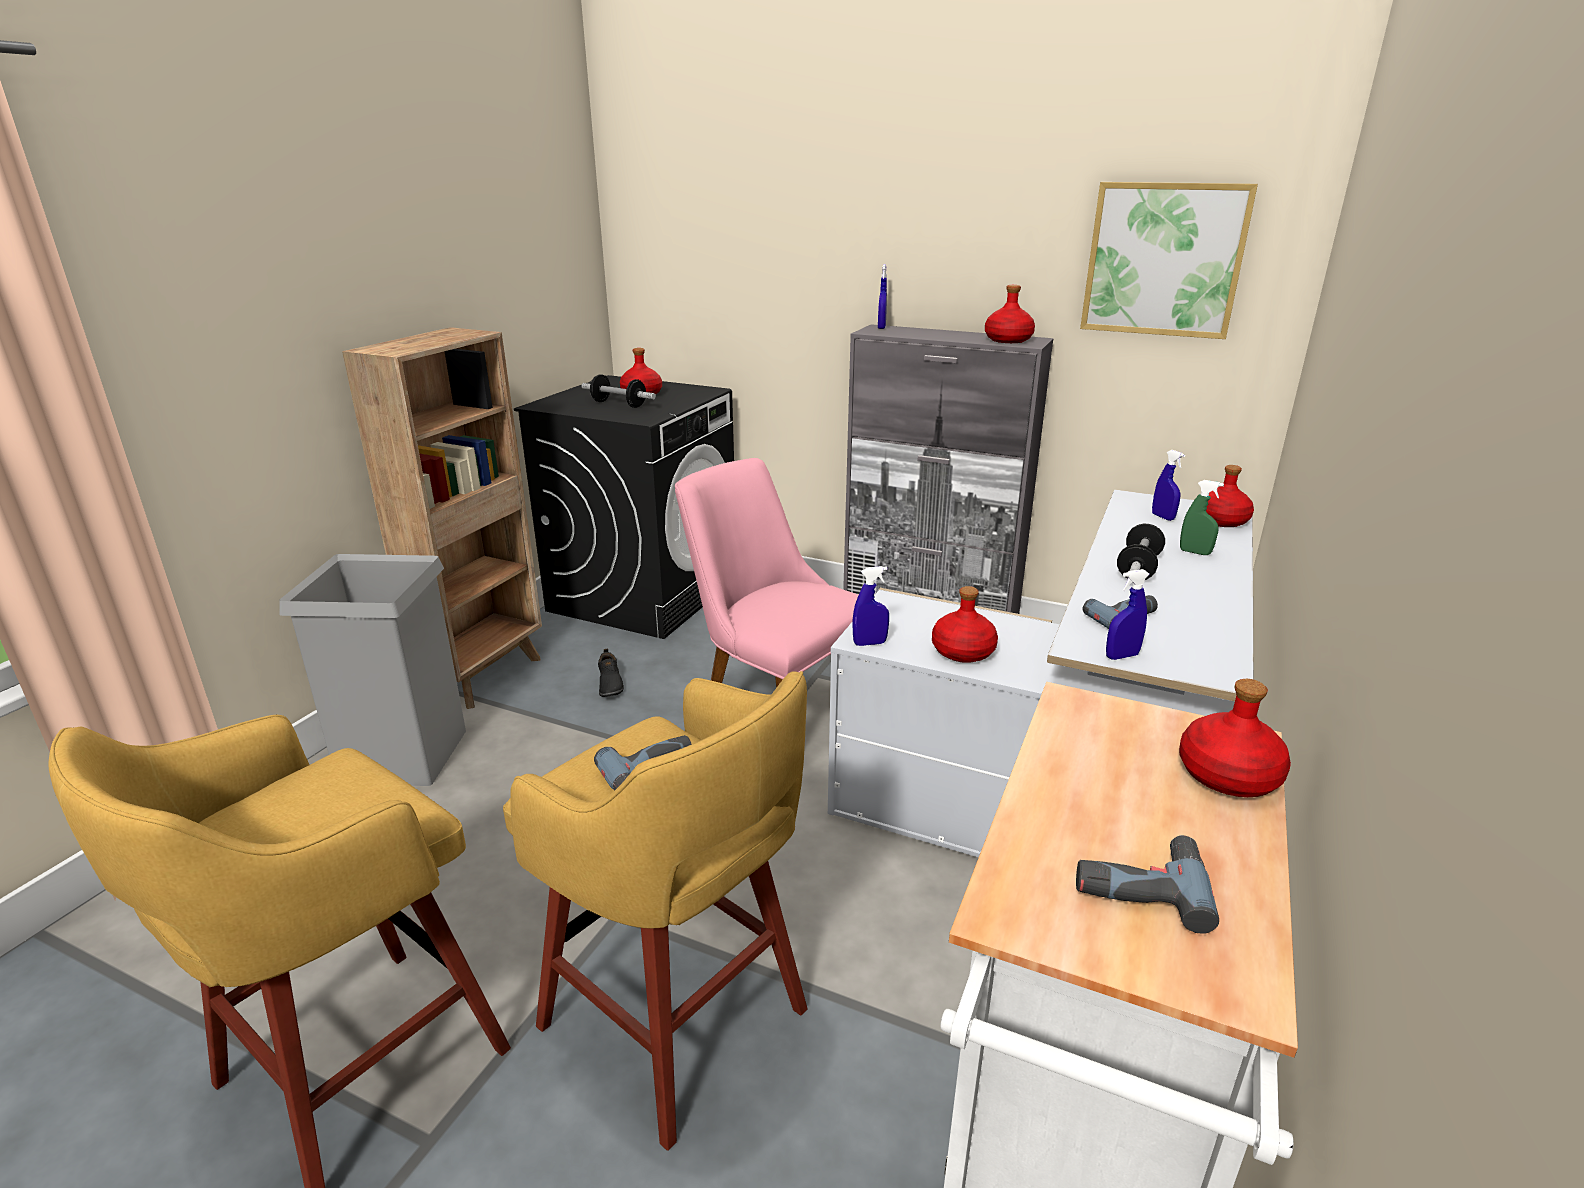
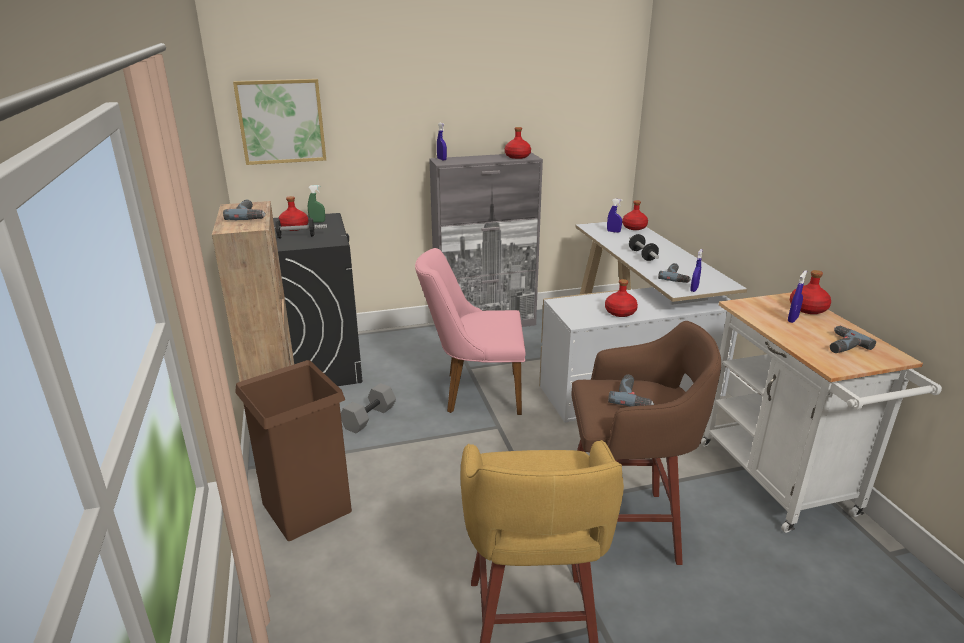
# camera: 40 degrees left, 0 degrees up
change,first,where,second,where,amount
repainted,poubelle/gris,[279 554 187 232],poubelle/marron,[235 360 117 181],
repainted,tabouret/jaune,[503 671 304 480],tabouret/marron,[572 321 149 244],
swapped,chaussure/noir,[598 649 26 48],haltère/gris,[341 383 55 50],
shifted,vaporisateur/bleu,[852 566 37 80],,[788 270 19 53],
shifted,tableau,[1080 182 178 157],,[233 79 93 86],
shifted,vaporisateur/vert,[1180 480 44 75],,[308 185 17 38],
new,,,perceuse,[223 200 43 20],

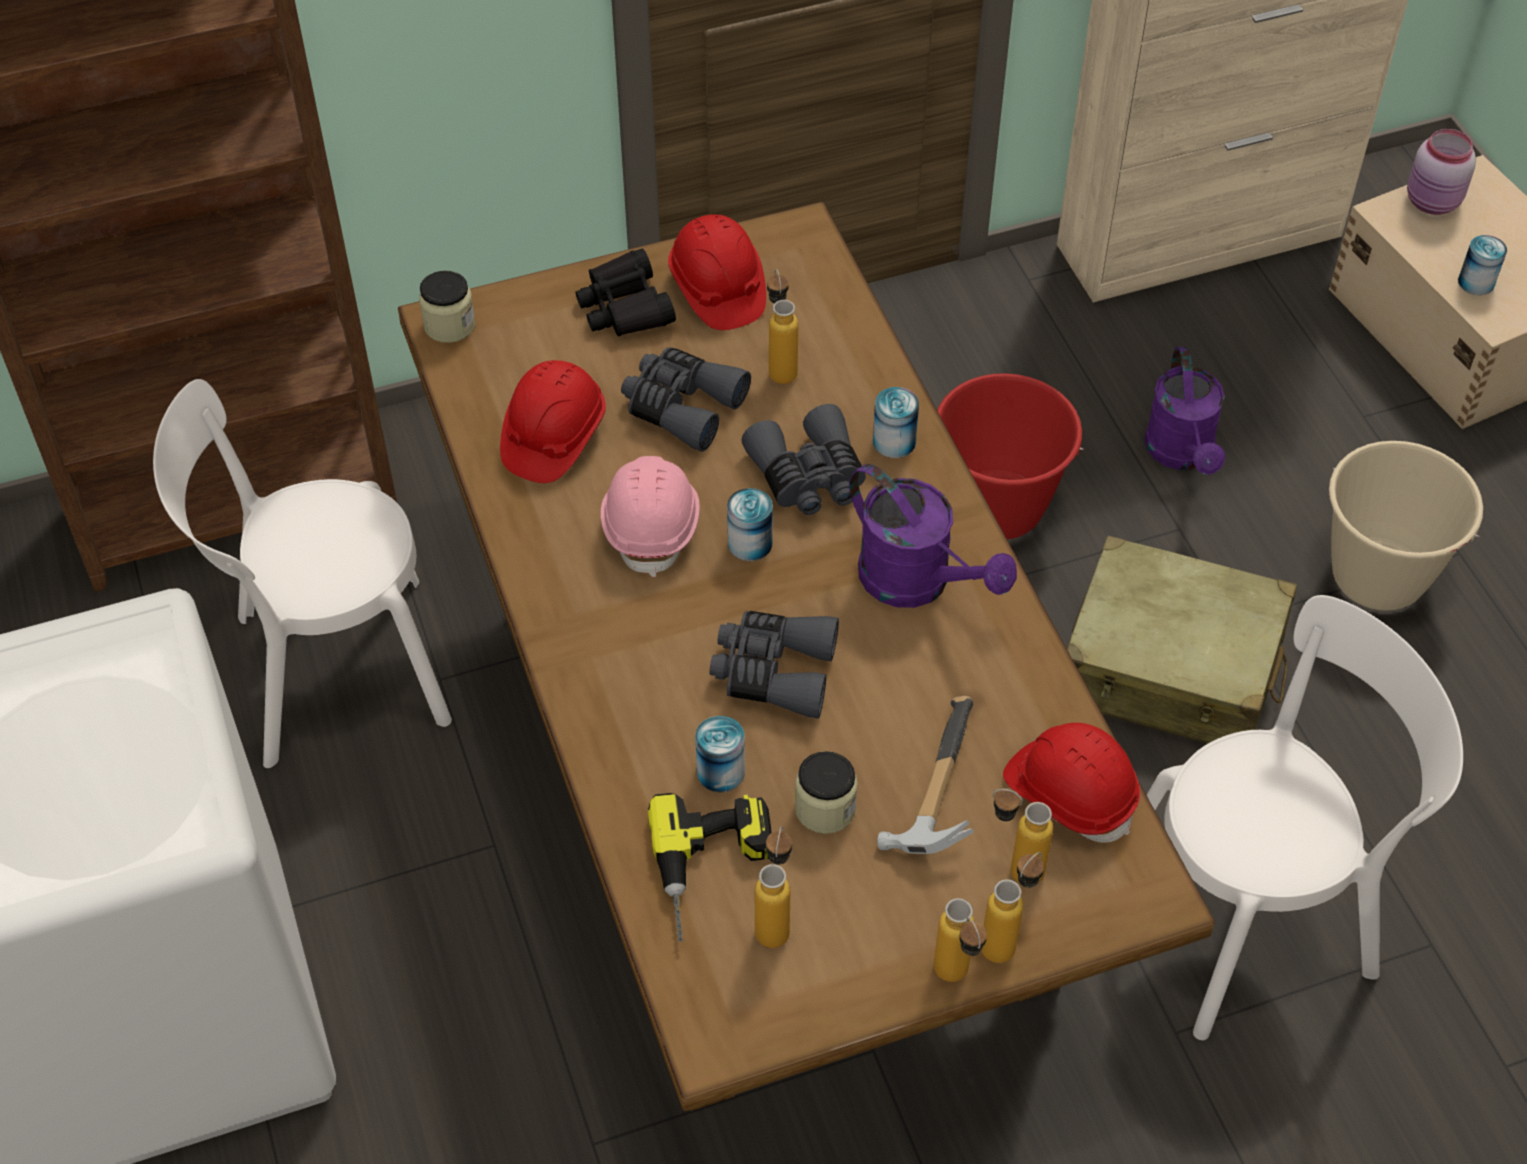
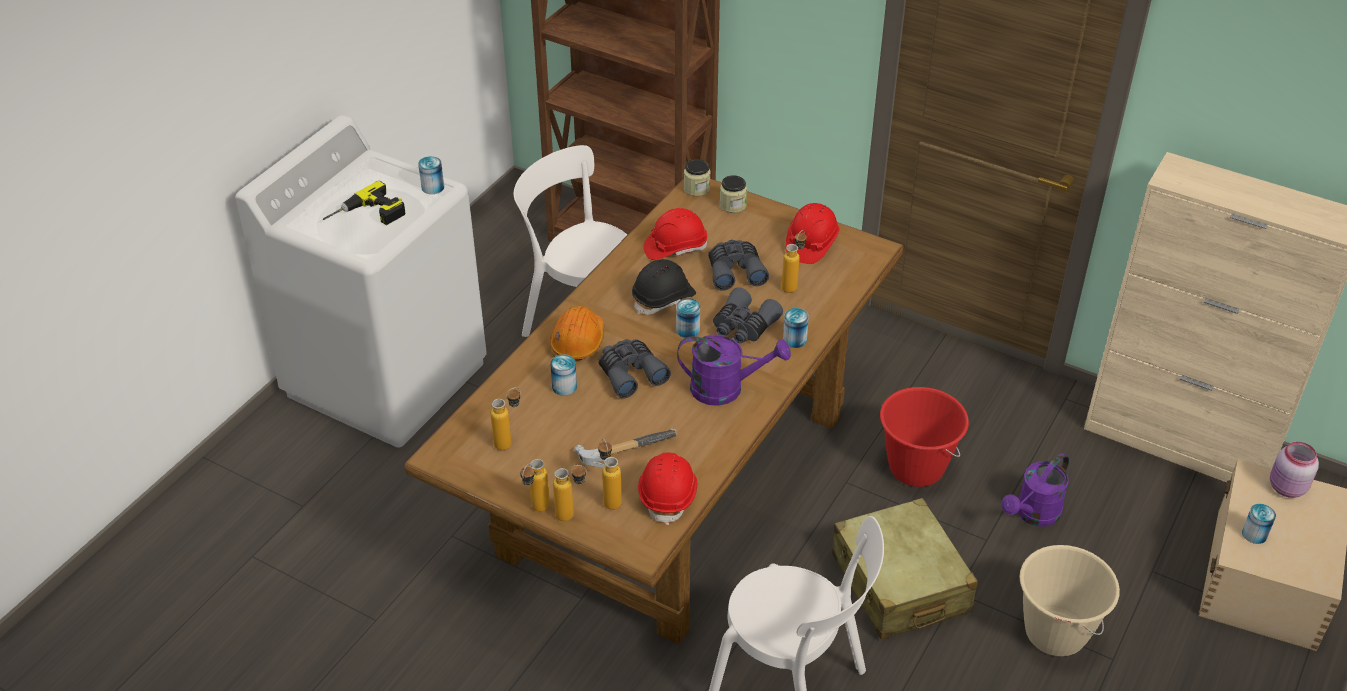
# camera: 50 degrees right, 10 degrees down
change,first,where,second,where,amount
gone,jumelles/noir,[575 249 101 88],,,
repainted,casque de chantier/rose,[601 456 99 121],casque de chantier/noir,[632 259 64 56],
shifted,perceuse,[648 793 124 149],,[323 181 83 44],
shifted,bocal,[795 751 63 83],,[720 175 27 38],
rotated,arrosoir/violet,[849 464 168 144],,[677 334 114 72],90 degrees counterclockwise
new,,,boîte métallique,[418 156 26 38],
new,,,casque de chantier/orange,[550 306 54 54],

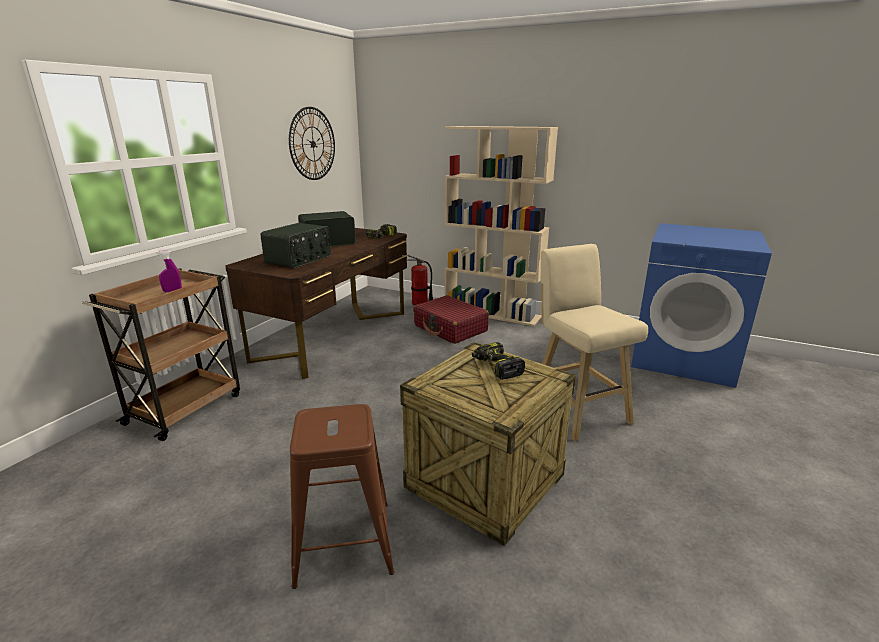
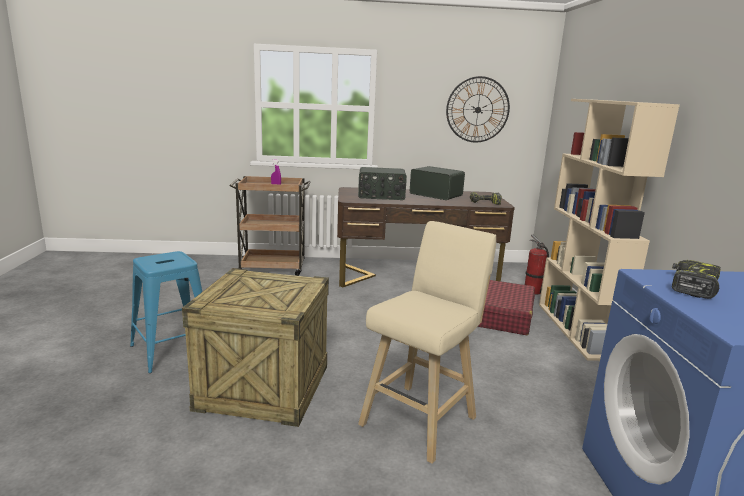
# camera: 60 degrees right, 5 degrees down
change,first,where,second,where,amount
repainted,tabouret/marron,[290 404 104 185],tabouret/bleu,[130 251 72 122],
shifted,perceuse,[472 342 53 38],,[672 260 48 39],

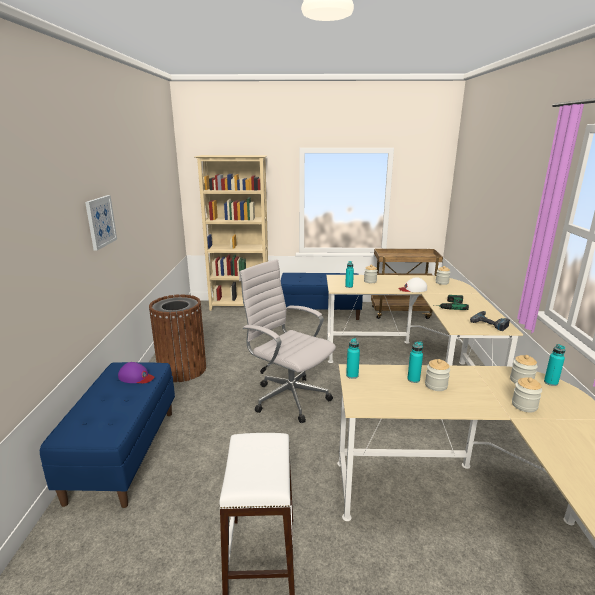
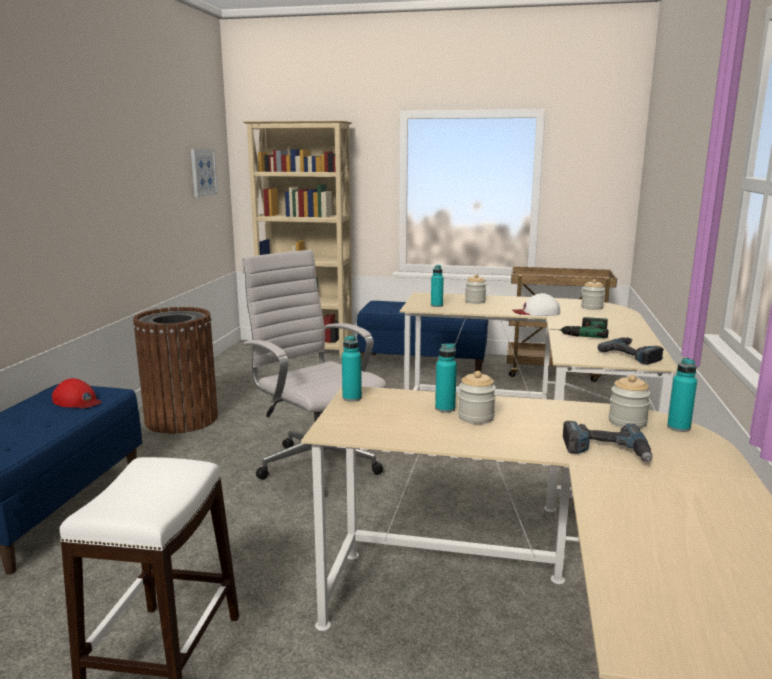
# camera: 10 degrees right, 5 degrees down
change,first,where,second,where,amount
shifted,tableau,[85 195 32 56],,[191 149 27 48],
repainted,casquette/violet,[118 362 37 21],casquette/rouge,[52 378 50 30],
swapped,bocal,[512 377 30 35],perceuse,[563 421 90 41],

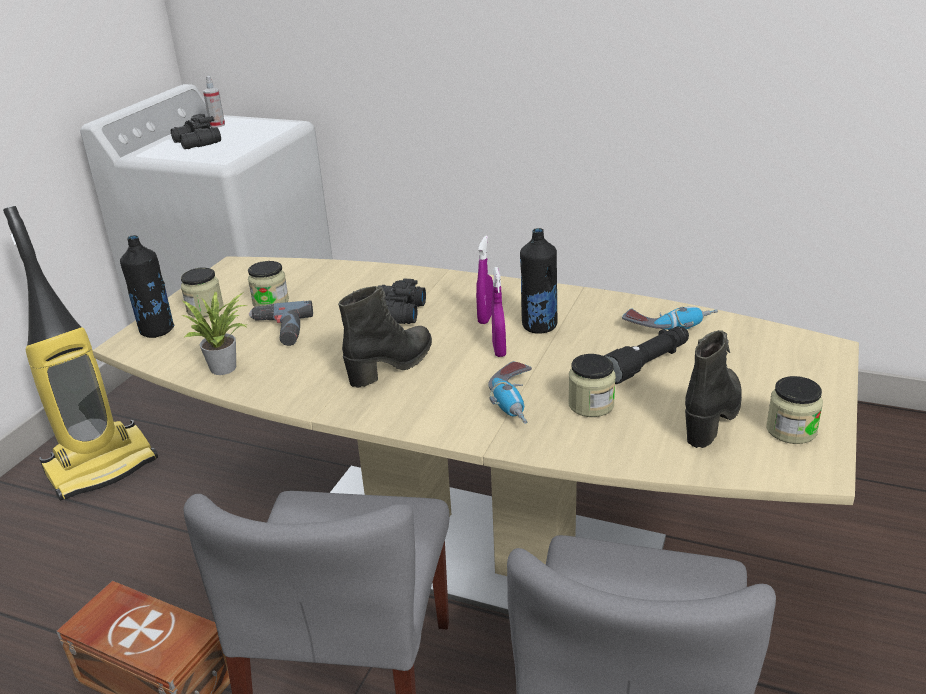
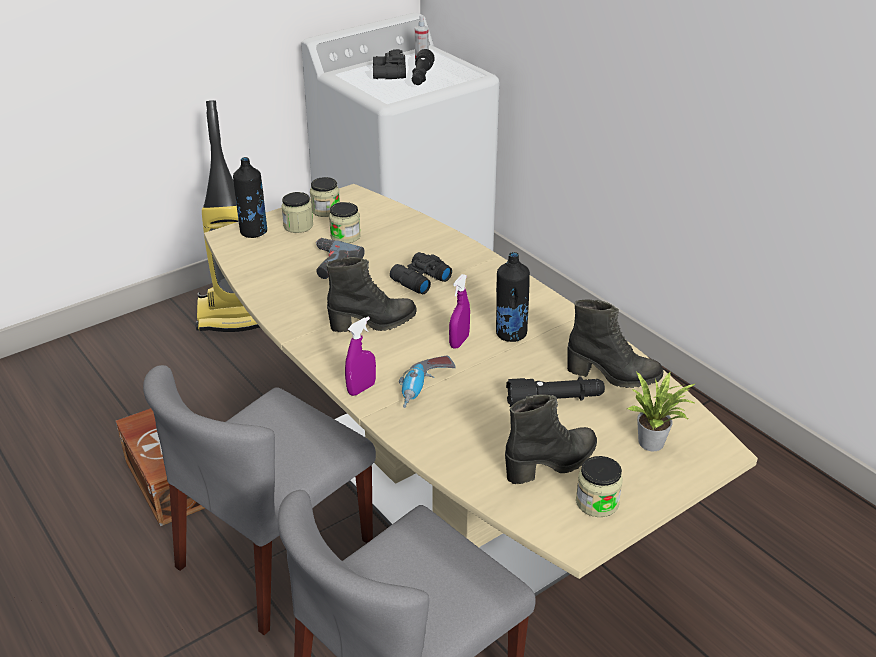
# camera: 30 degrees right, 5 degrees up
change,first,where,second,where,amount
shifted,plante en pot,[182 292 65 83],,[627 371 69 80],
shifted,vaporisateur/violet,[476 235 17 89],,[345 316 31 80],
shifted,bocal,[568 354 48 63],,[310 177 30 40],
swapped,perceuse,[622 307 96 23],botte/noir,[567 299 96 89],
new,,,lampe de poche/noir,[412 49 23 36],

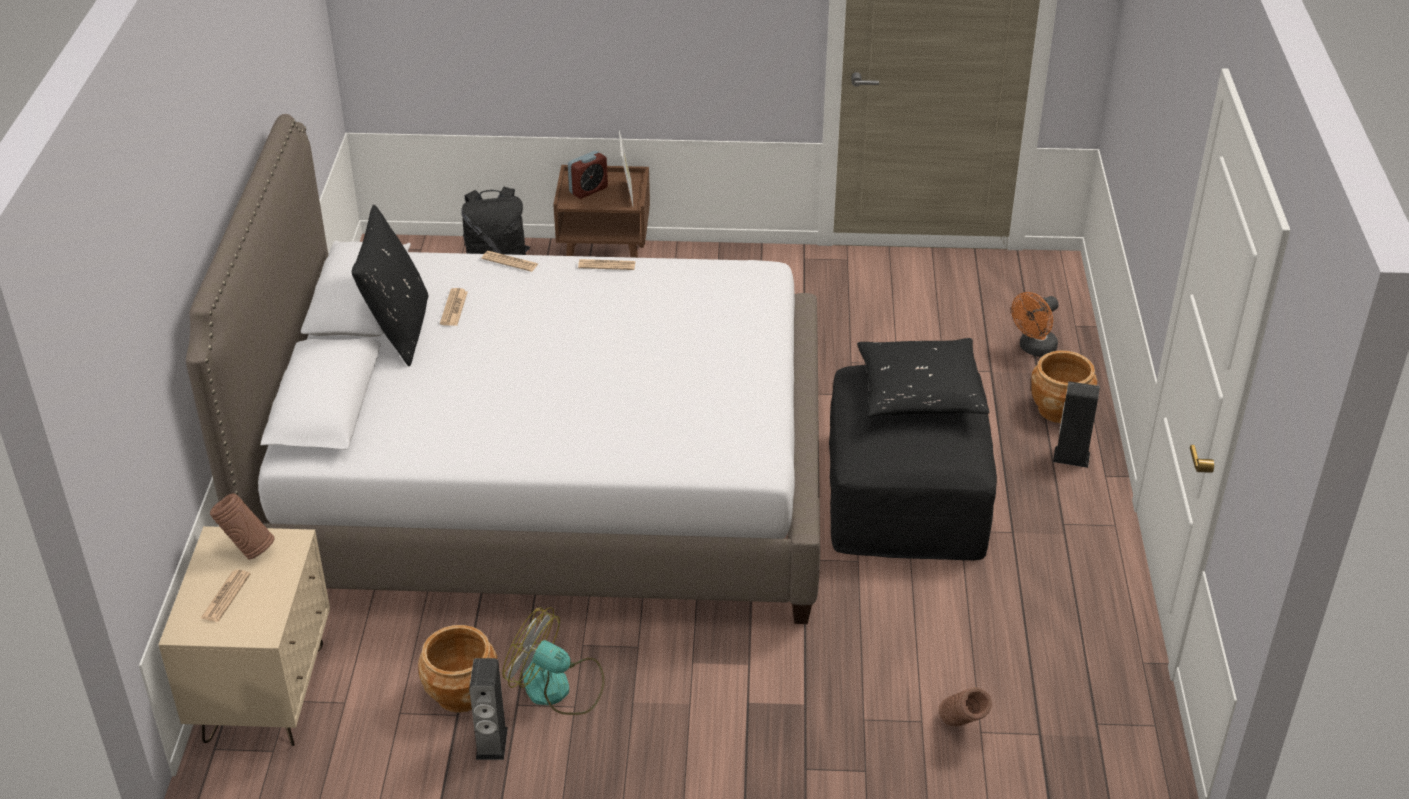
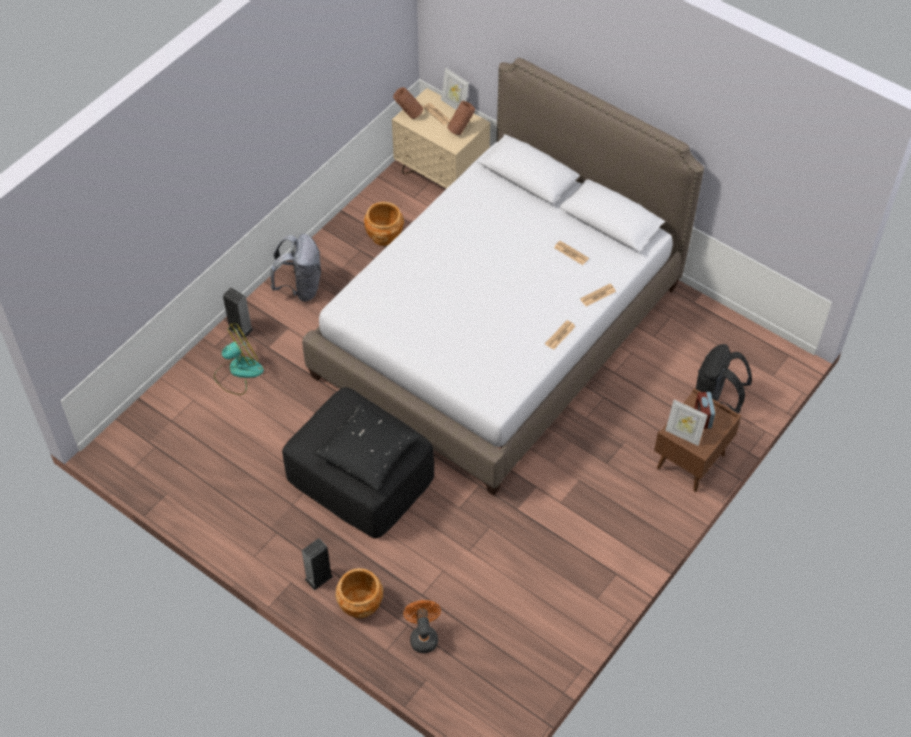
# camera: 125 degrees right, 15 degrees up
change,first,where,second,where,amount
gone,coussin/noir,[352 204 77 162],,,
shifted,enceinte,[469 658 39 102],,[223 287 31 51],
shifted,ventilateur,[502 607 103 108],,[214 323 50 72],
shifted,vase/marron,[939 687 53 39],,[393 87 30 32],
new,,,sac à dos/gris,[270 234 51 68],
new,,,cadre photo,[441 67 28 43],

